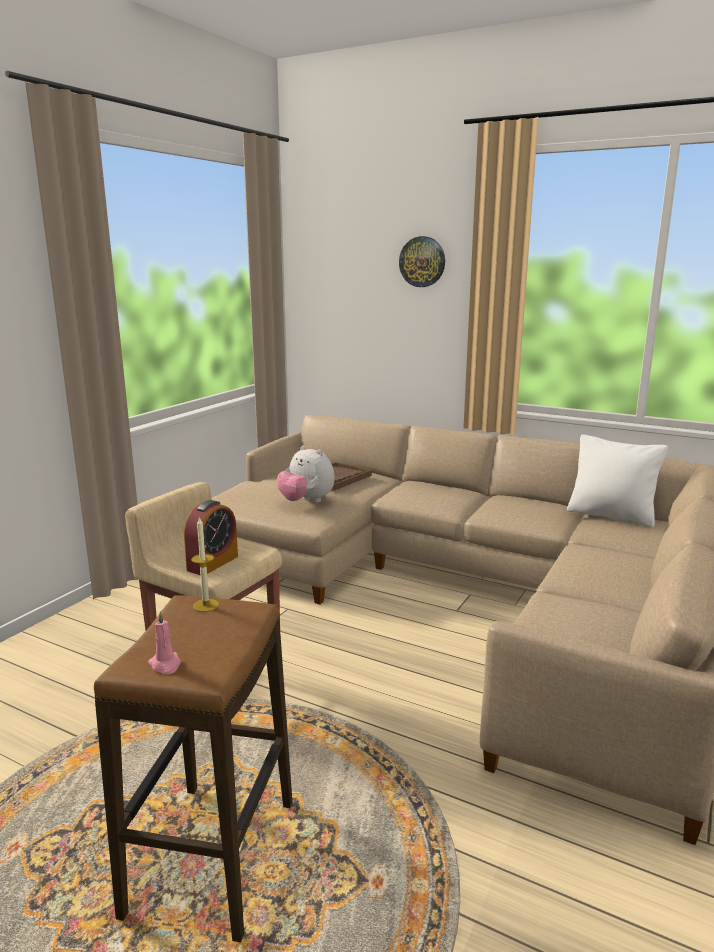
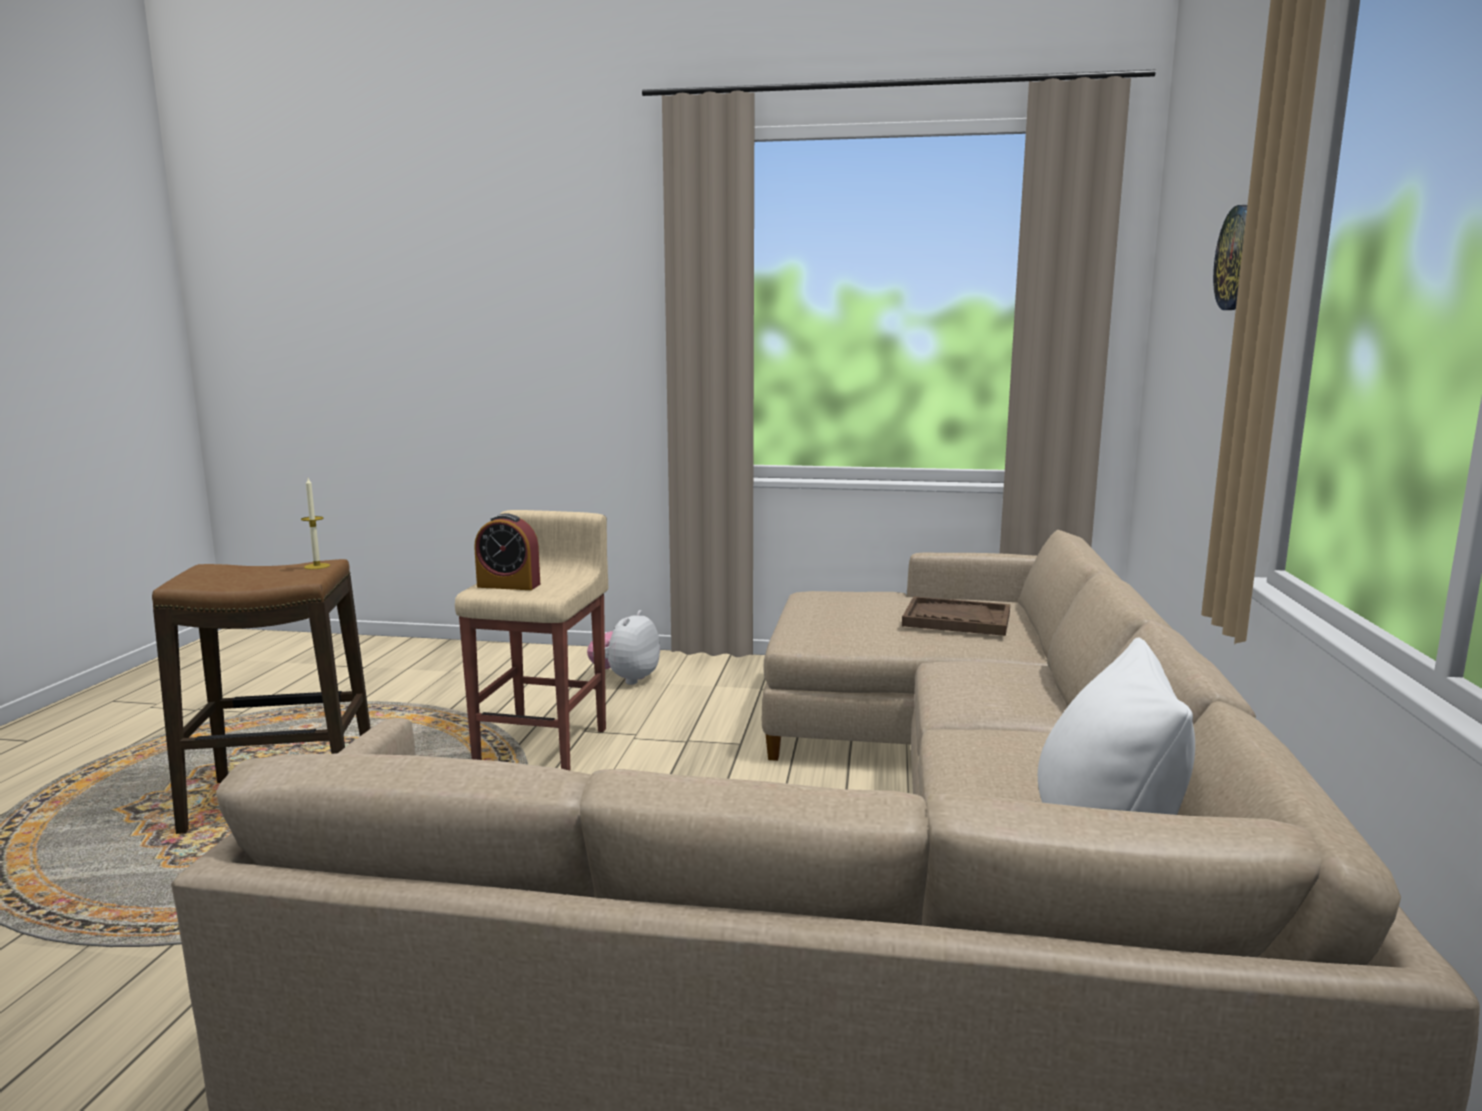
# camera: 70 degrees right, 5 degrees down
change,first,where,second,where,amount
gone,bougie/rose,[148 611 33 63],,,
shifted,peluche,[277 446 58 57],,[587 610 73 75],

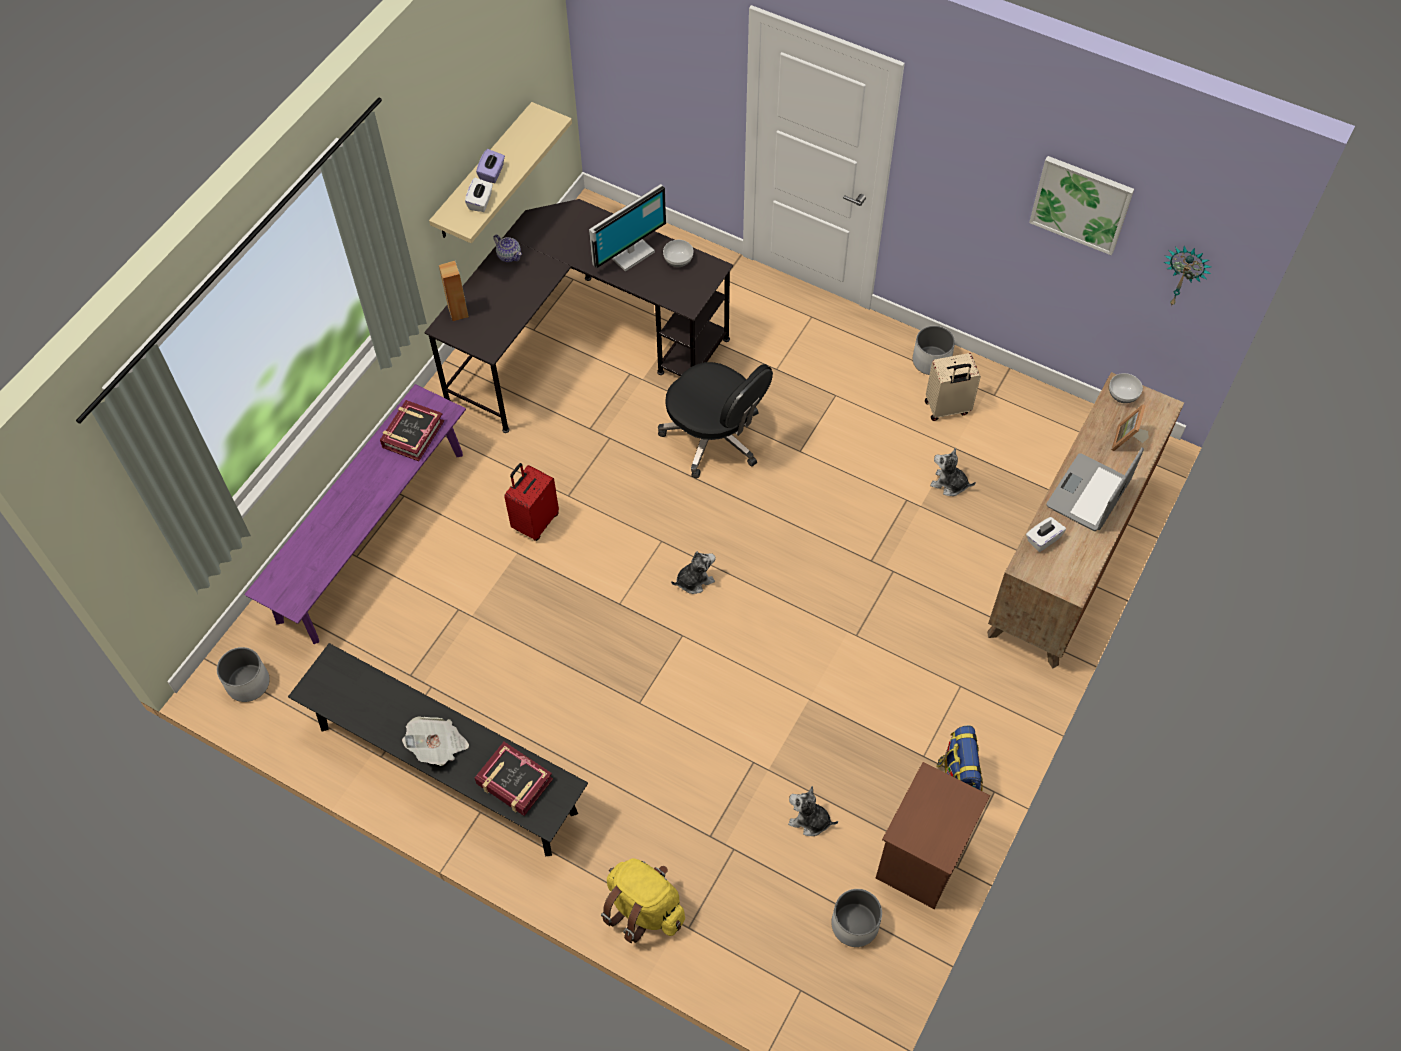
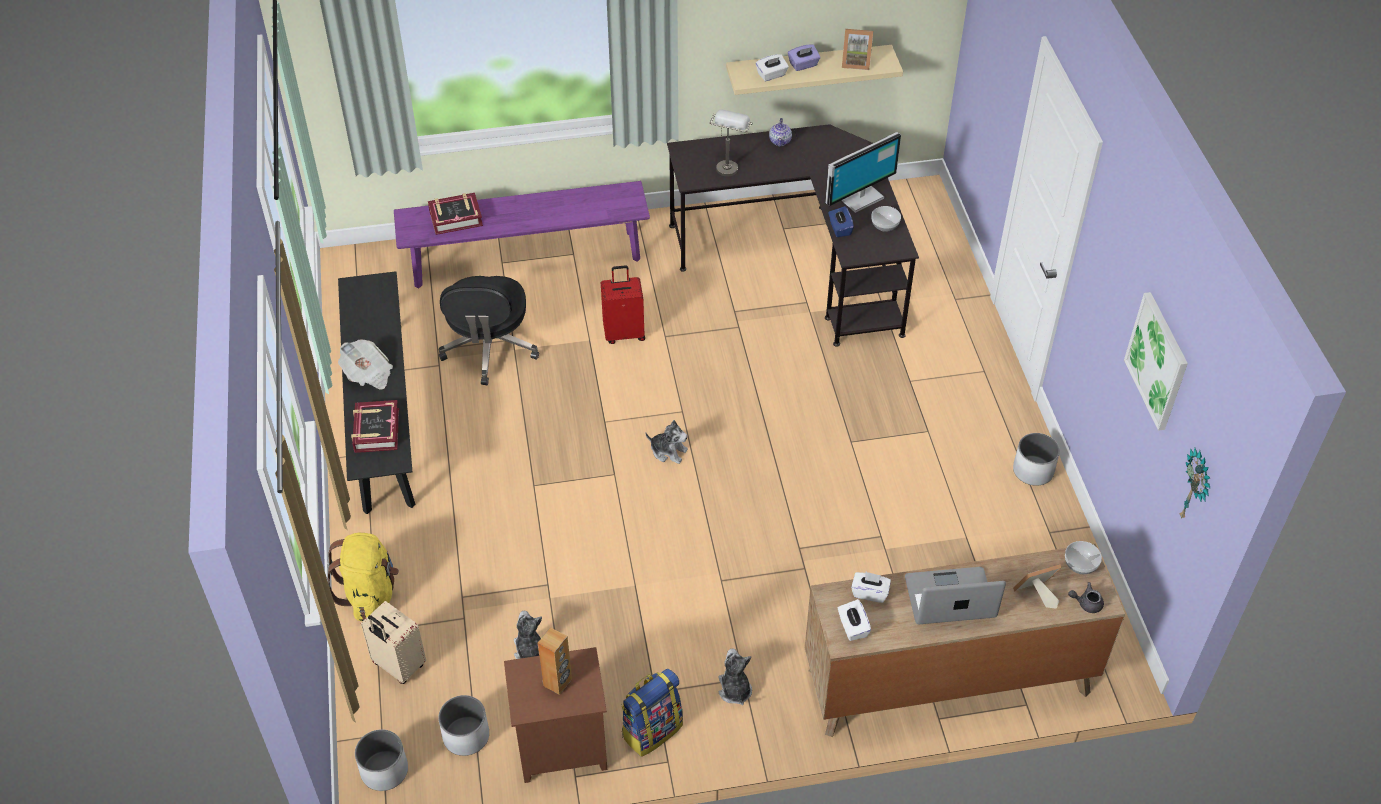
# camera: 50 degrees right, 10 degrees down
change,first,where,second,where,amount
shifted,cache-pot/blanc,[217 647 53 55],,[355 729 53 62],
shifted,livre,[380 400 64 61],,[428 193 55 42],
shifted,enceinte/marron,[439 261 30 60],,[538 627 34 68],
rotated,écran d'ordinateur,[589 184 77 88],,[825 132 76 81],45 degrees counterclockwise
shifted,chaise de bureau/noir,[658 362 115 116],,[439 276 100 109],
shifted,valise/beige,[925 353 56 68],,[361 601 65 83],
shifted,peluche,[930 448 46 48],,[718 648 34 57],
new,,,lampe de table/gris,[710 109 42 68],
new,,,boîte à mouchoirs/bleu,[828 206 26 31],
new,,,boîte à mouchoirs/blanc,[838 599 33 42],
new,,,cadre photo,[842 29 31 41],
new,,,théière/gris,[1068 582 36 31],

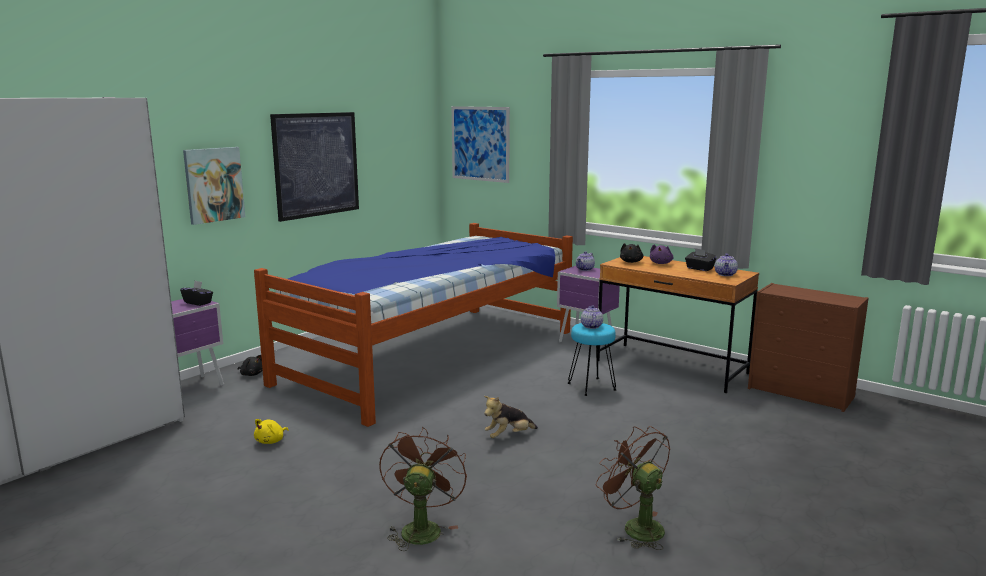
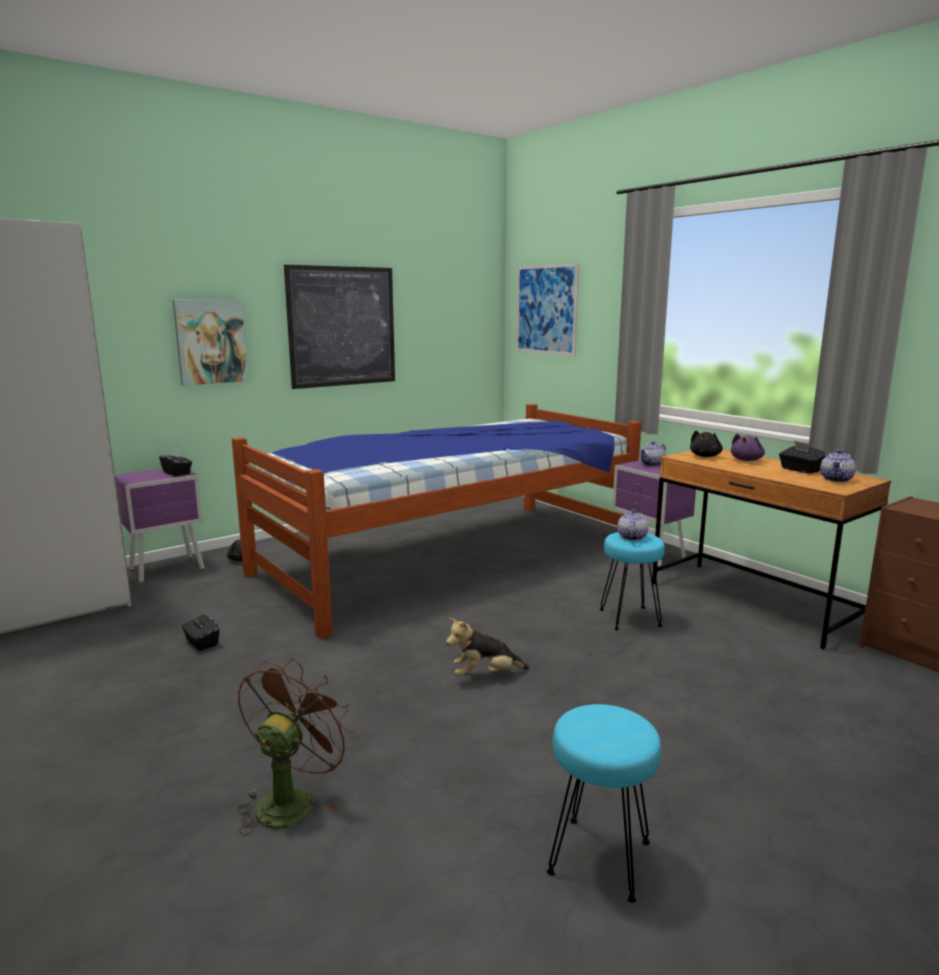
# camera: 15 degrees right, 0 degrees up
change,first,where,second,where,amount
swapped,peluche/jaune,[254 419 35 25],boîte à mouchoirs/noir,[181 615 38 36],
swapped,ventilateur/marron,[596 426 75 124],tabouret/turquoise,[547 704 114 199],

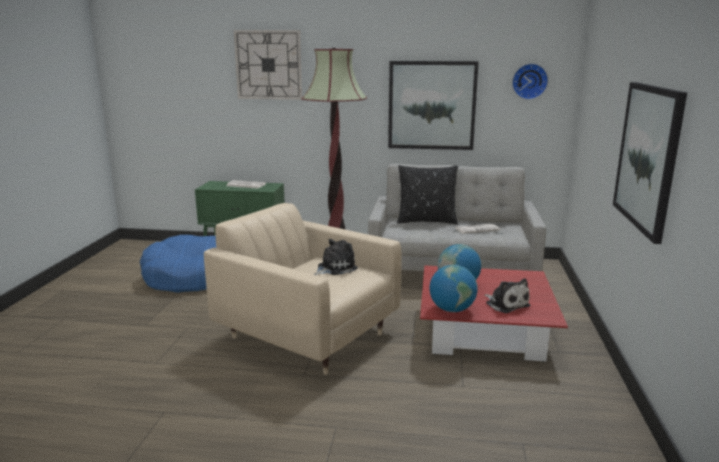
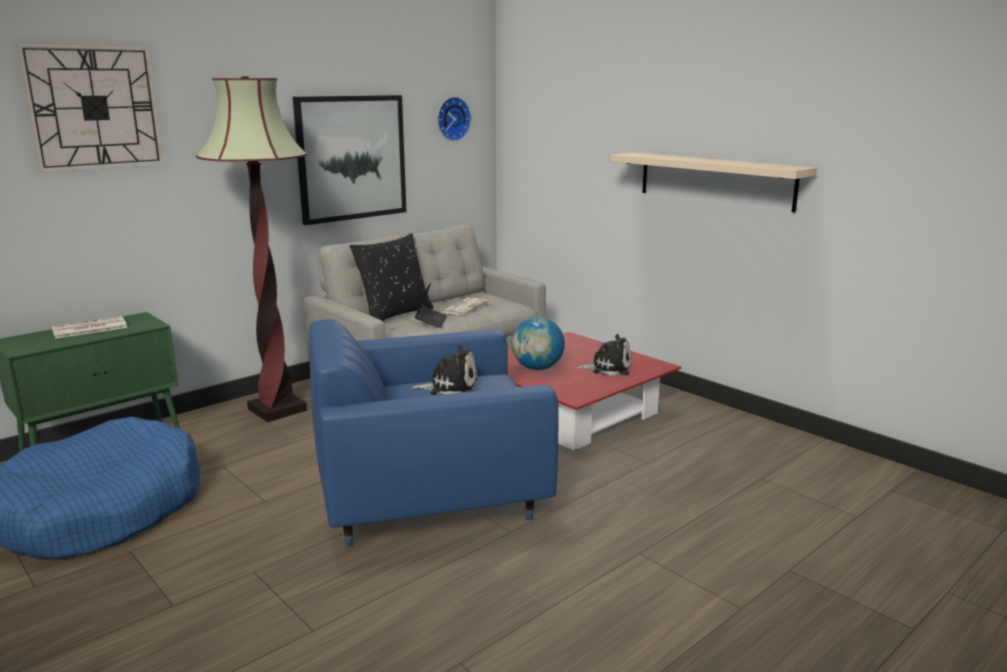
# camera: 50 degrees left, 0 degrees up
change,first,where,second,where,amount
repainted,fauteuil/beige,[204 203 197 172],fauteuil/bleu,[310 319 249 227],
rotated,peluche,[314 239 44 37],,[412 345 66 50],90 degrees clockwise
gone,globe,[430 265 48 47],,,
swapped,tableau,[613 82 74 162],étagère/beige,[611 153 206 59],
new,,,ordinateur portable,[415 282 32 46],

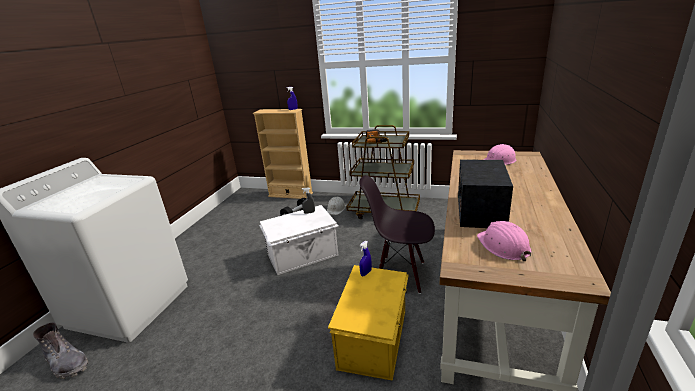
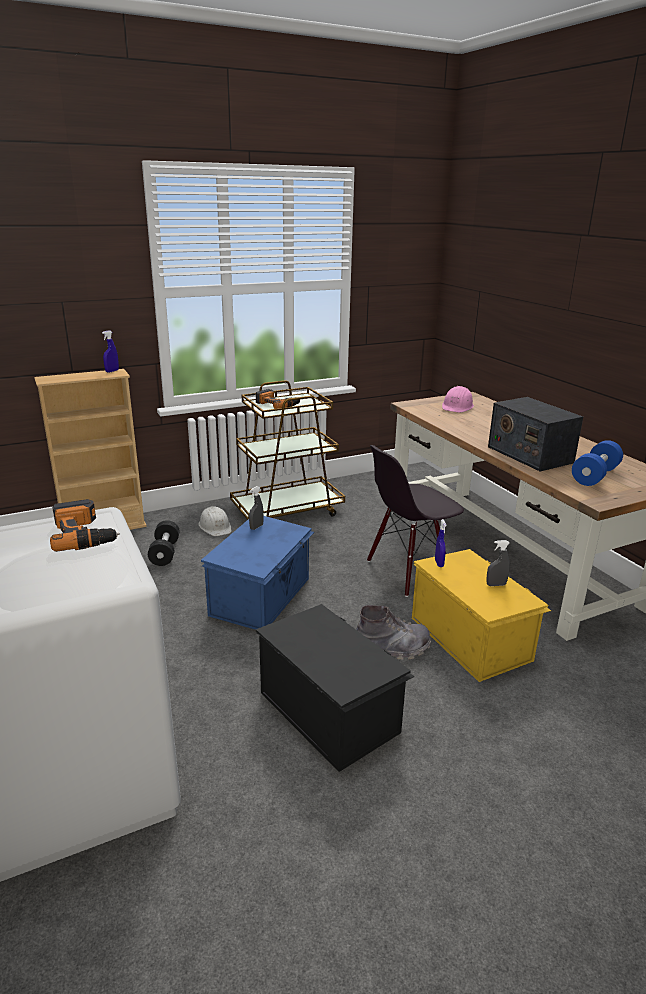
# camera: 45 degrees left, 0 degrees up
change,first,where,second,where,amount
shifted,botte/gris,[33 322 55 57],,[356 605 75 55],
repainted,boîte de rangement/blanc,[259 205 80 70],boîte de rangement/bleu,[201 516 113 114],
swapped,casque de chantier/rose,[477 221 54 40],haltère/bleu,[572 440 51 46],
new,,,perceuse,[50 499 70 53],
new,,,boîte de rangement/noir,[256 604 158 168],
new,,,vaporisateur/gris,[486 540 24 46],

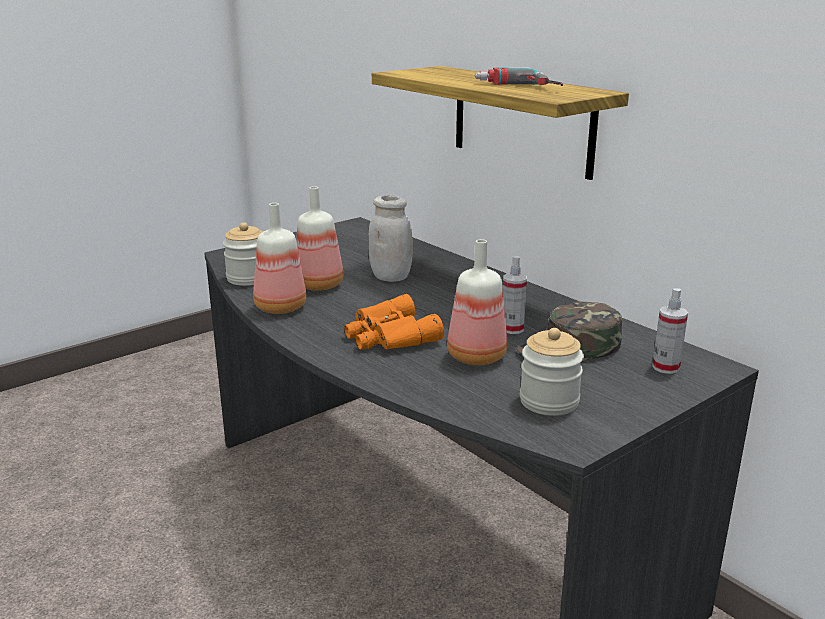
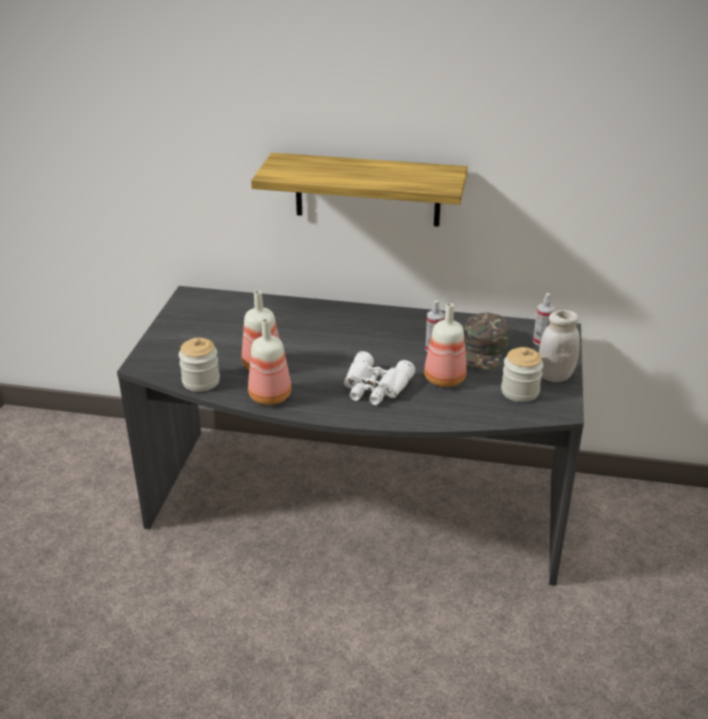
# camera: 40 degrees left, 10 degrees up
change,first,where,second,where,amount
repainted,jumelles/orange,[344 294 100 56],jumelles/blanc,[344 351 71 54],
shifted,bocal/blanc,[368 195 45 87],,[539 310 41 72],
gone,perceuse,[474 67 89 19],,,

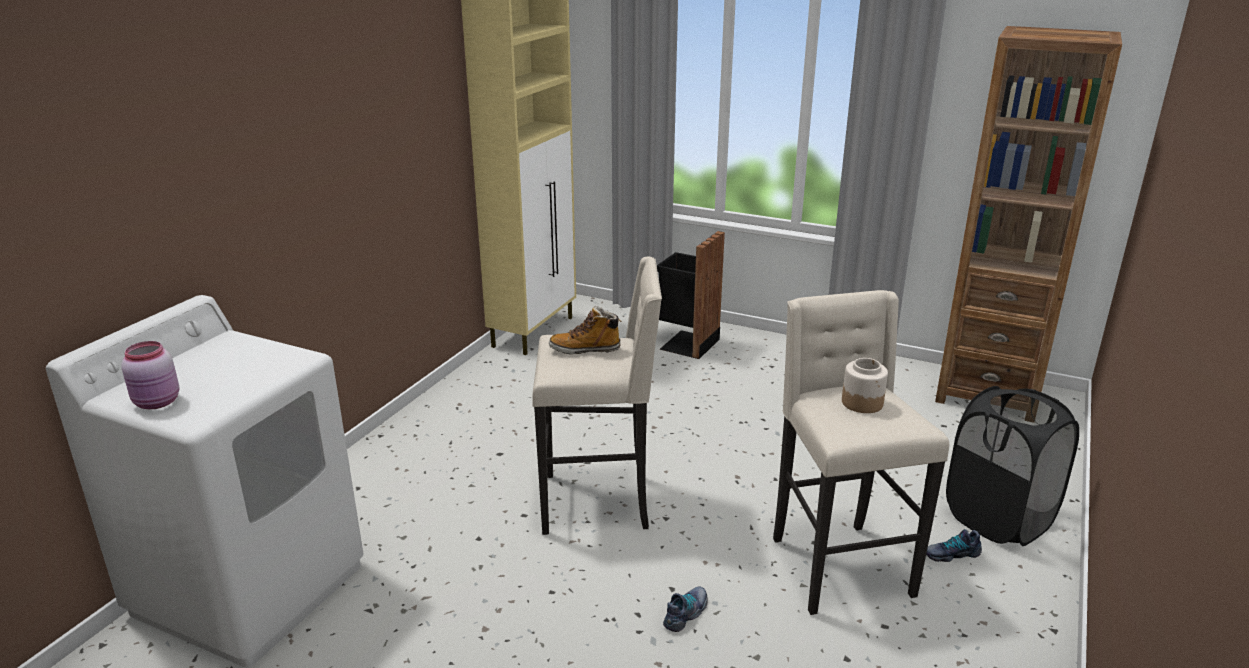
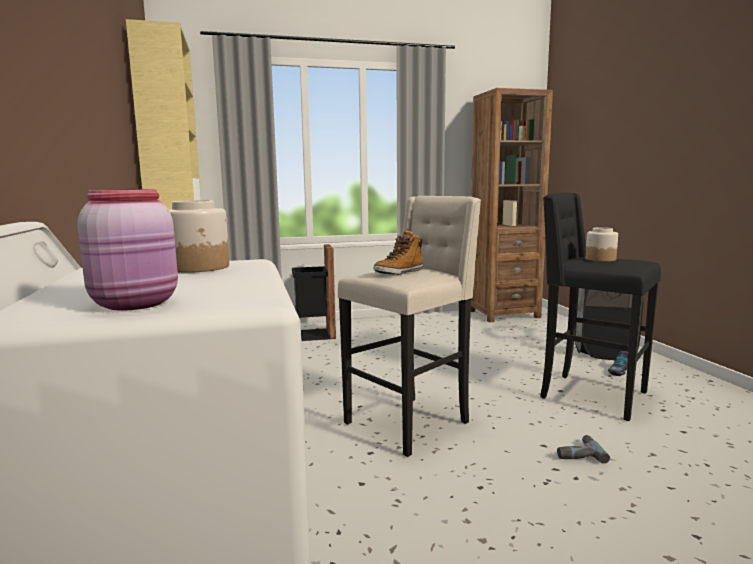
# camera: 40 degrees left, 15 degrees down
change,first,where,second,where,amount
swapped,chaussure,[663 586 45 46],perceuse,[557 435 53 29],
repainted,tabouret/beige,[773 290 176 325],tabouret/noir,[541 193 120 228],
new,,,bocal,[169 200 60 73],

